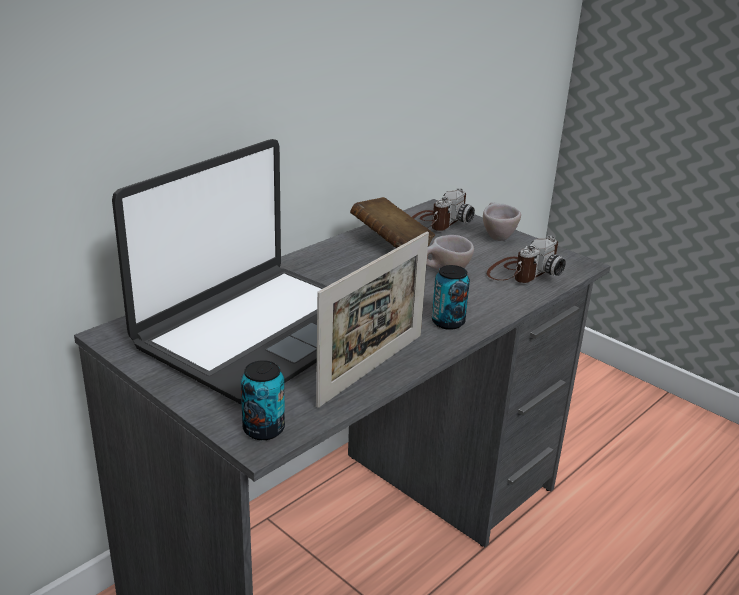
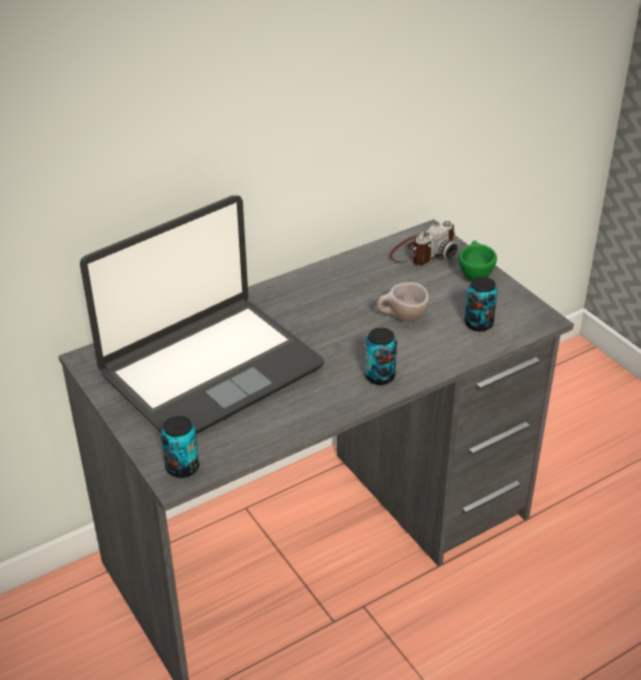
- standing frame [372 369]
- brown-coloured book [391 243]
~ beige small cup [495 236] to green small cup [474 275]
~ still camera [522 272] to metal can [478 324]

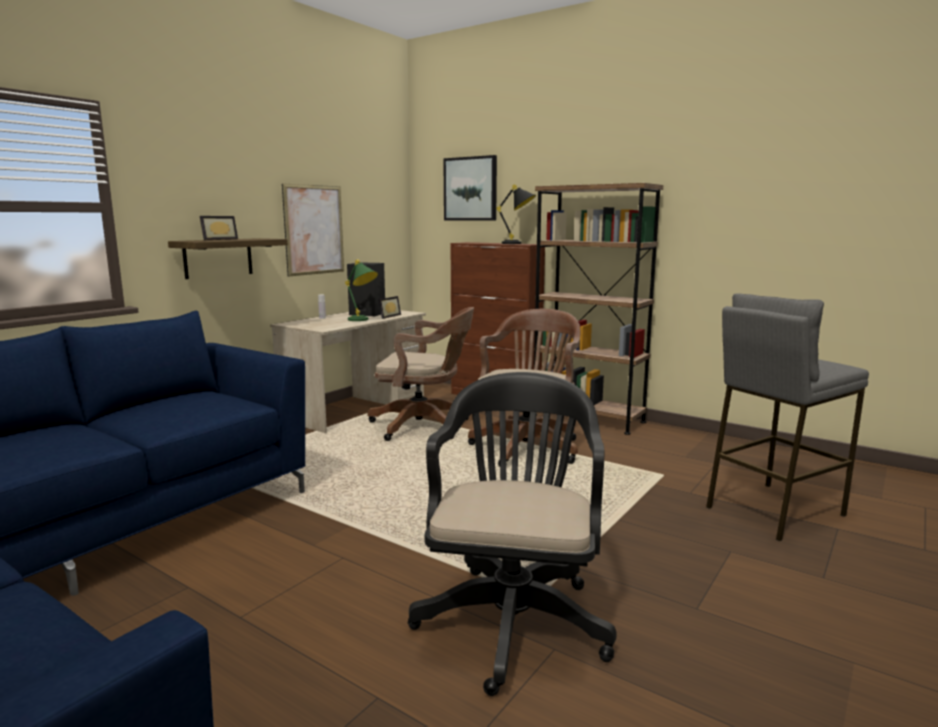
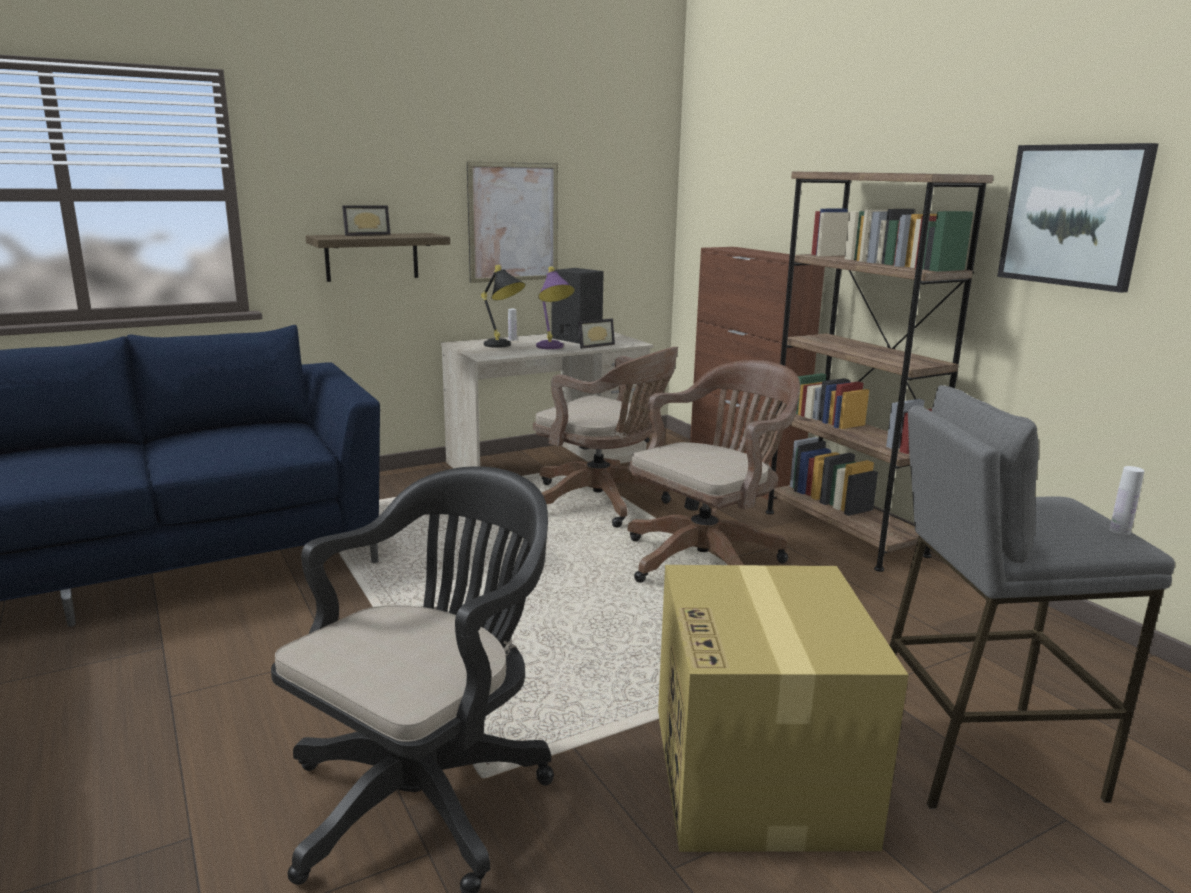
~ green lamp for a table [363 320] to purple lamp for a table [553 348]
~ wall art [470 189] to [1074 215]
~ blackish lamp for a table [518 243] to [503 346]
+ carton [759 776]
+ white-coloured bottle [1119 531]

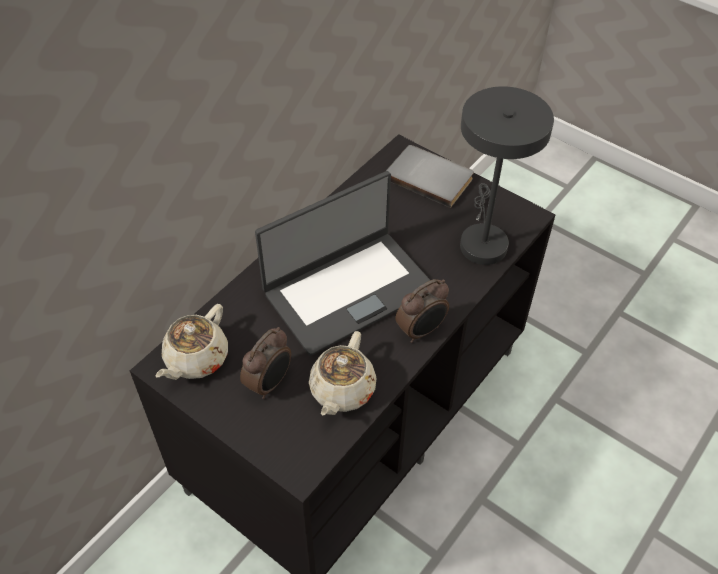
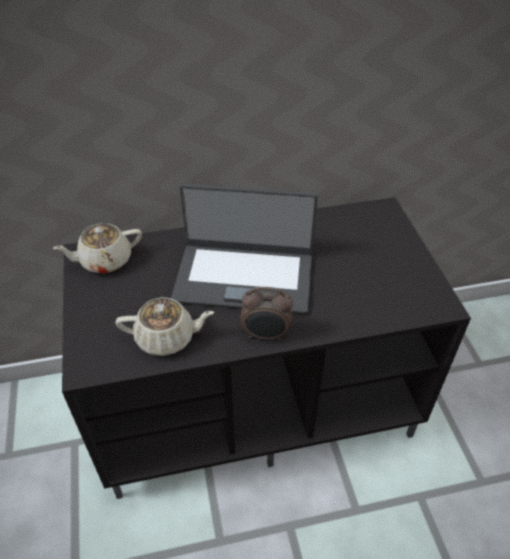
- table clock [270 383]
~ beige pot for tea [341 390] = [167 338] 150 degrees counterclockwise
- gray book [430 177]
- gray lamp for a table [482 240]

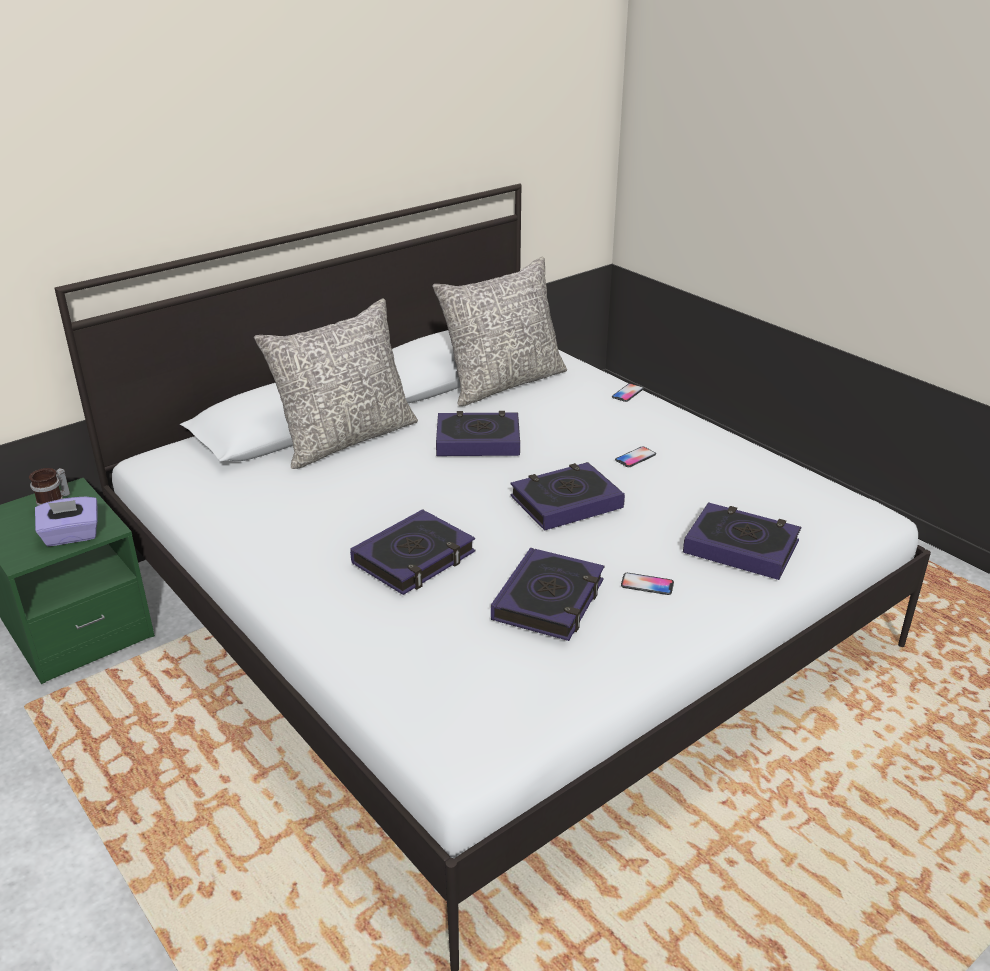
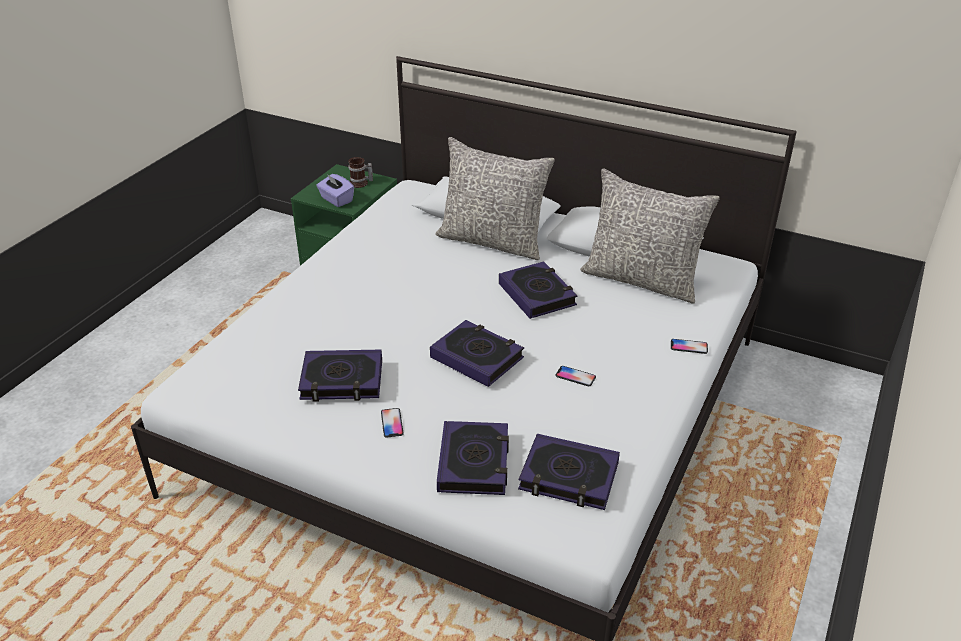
~ book [414 559] to [568 477]

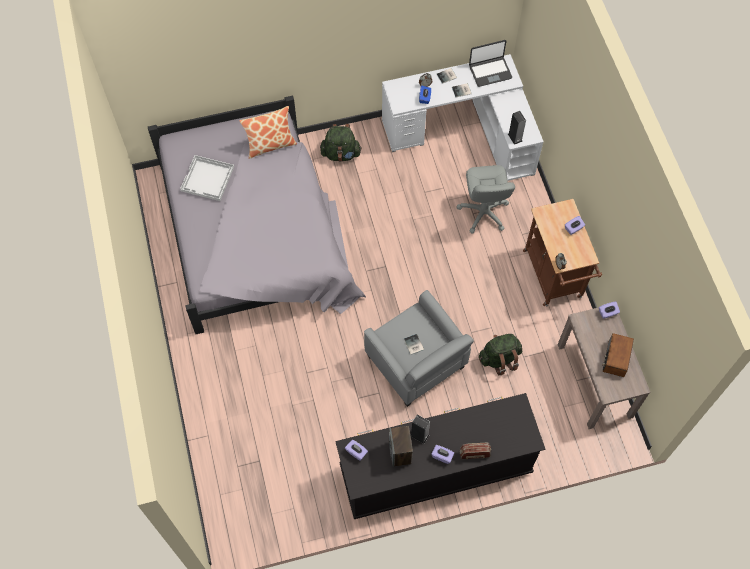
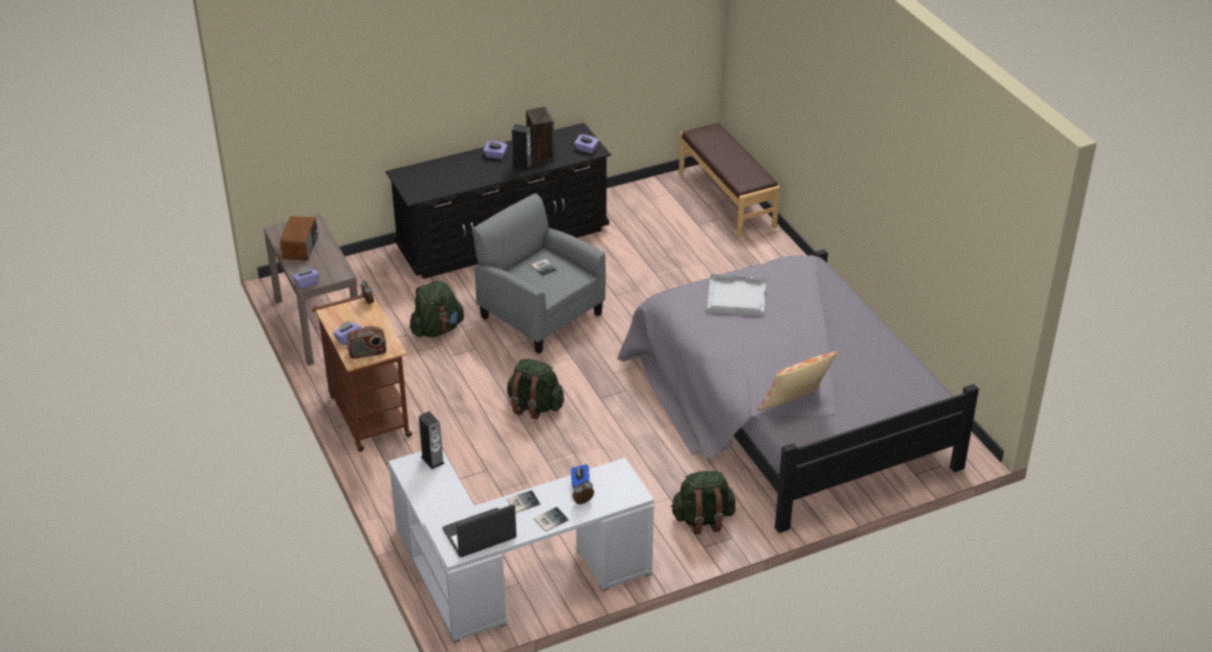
~ white-coloured tray [207 179] to [736 296]
- gray computer chair [483 212]
~ radio set [474 453] to [367 353]
+ green backpack [534 406]
+ brown-coloured long seat [727 198]

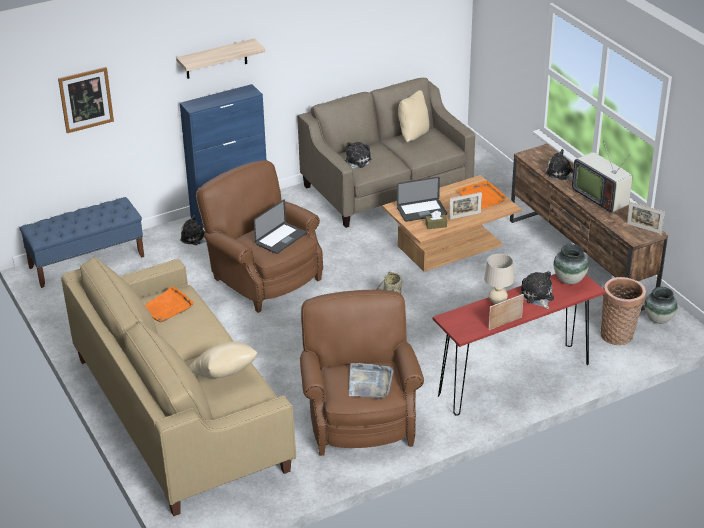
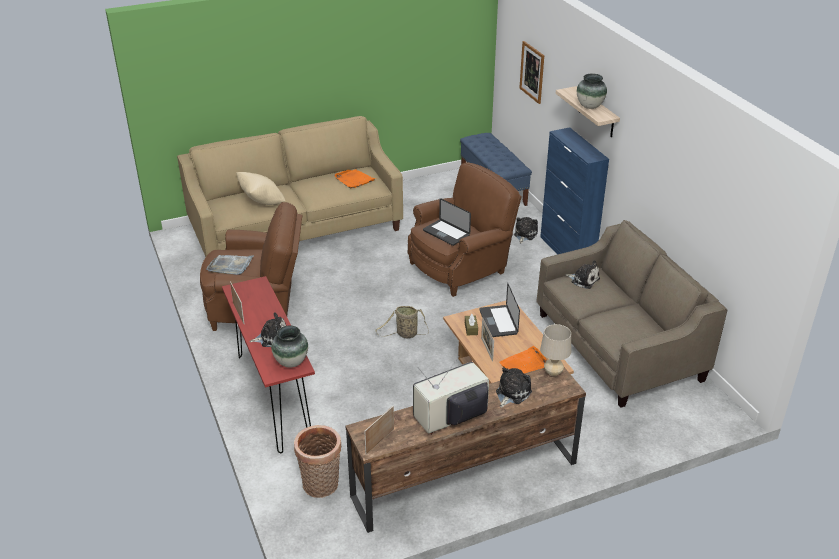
- beige throw pillow [412 136]
~ beige lamp for a table [497 301] to [553 372]
~ flower vase [658 320] to [589 106]

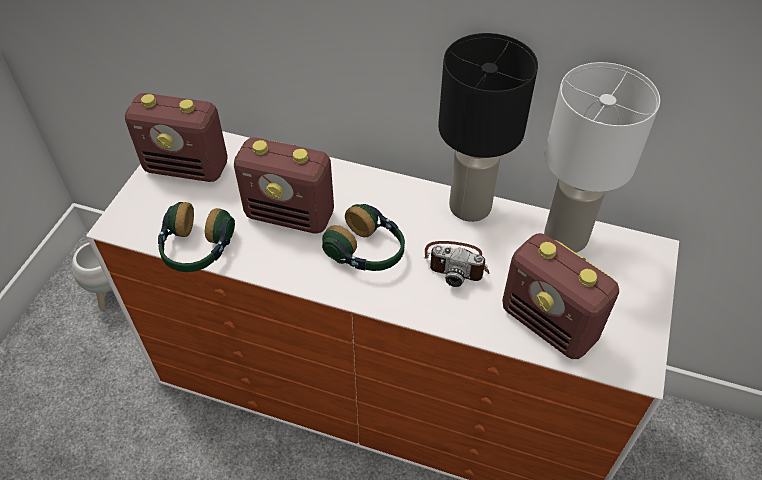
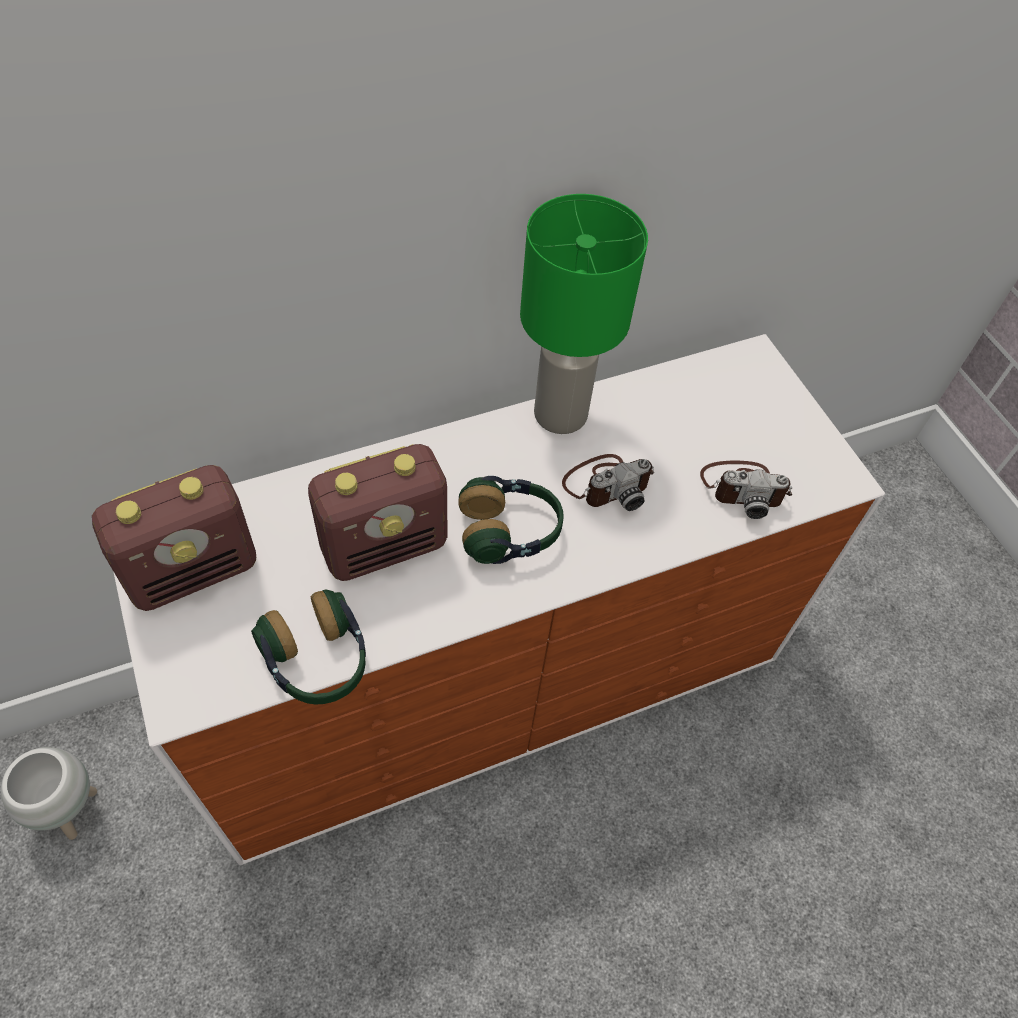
~ blackish lamp for a table [470 207] to green lamp for a table [562 415]
~ radio set [549 324] to still camera [743 488]
- white-coloured lamp for a table [564 237]

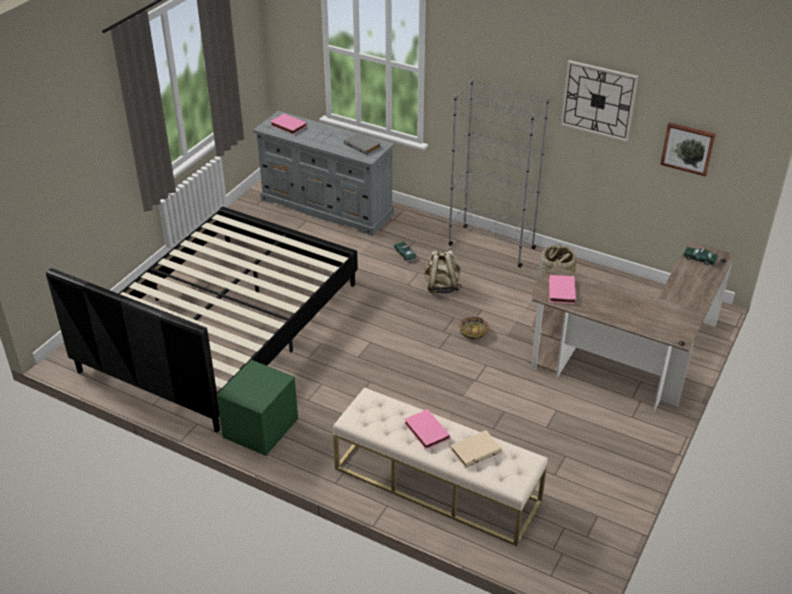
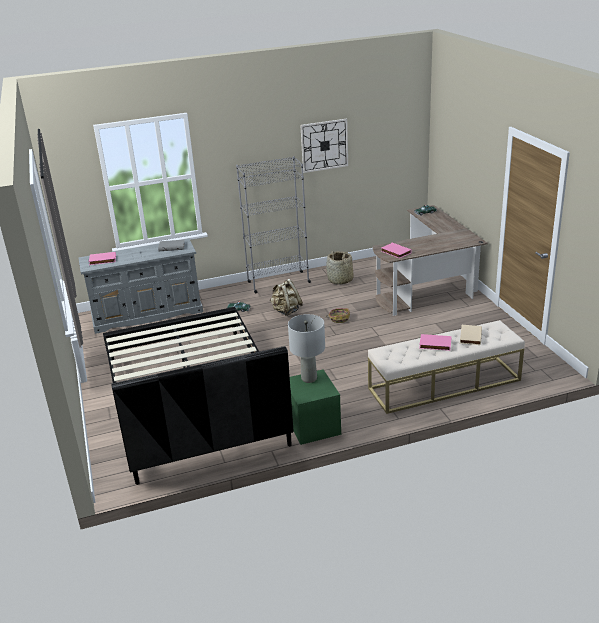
- wall art [688 148]
+ gray lamp for a table [309 379]

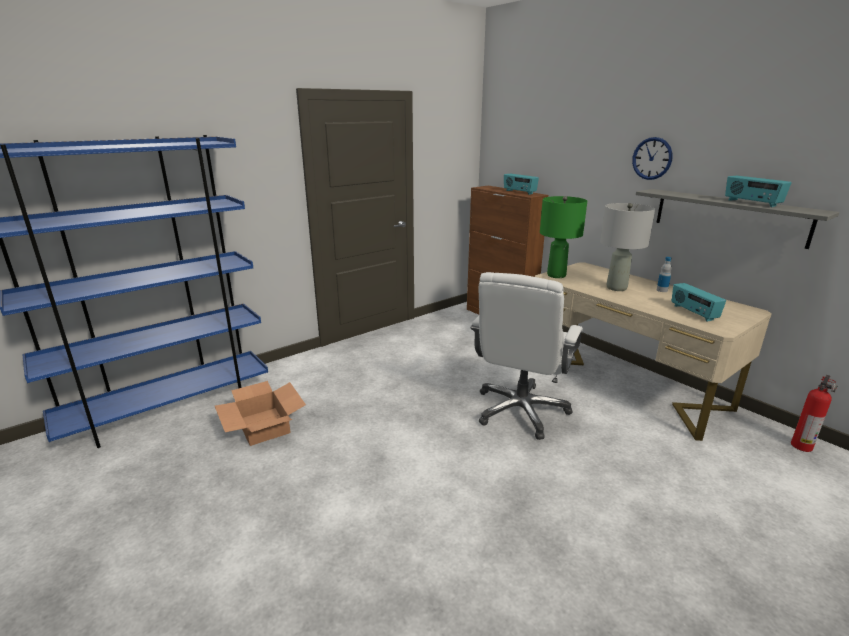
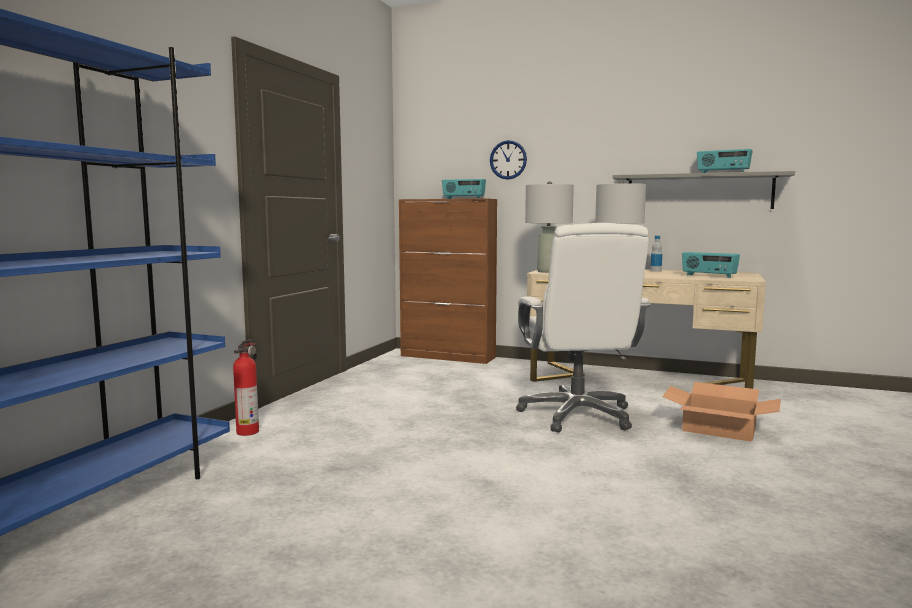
~ carton [263 426] to [719 428]
~ green lamp for a table [556 275] to gray lamp for a table [548 271]
~ wall clock [652 158] to [508 160]
~ extinguisher [802 445] to [248 431]

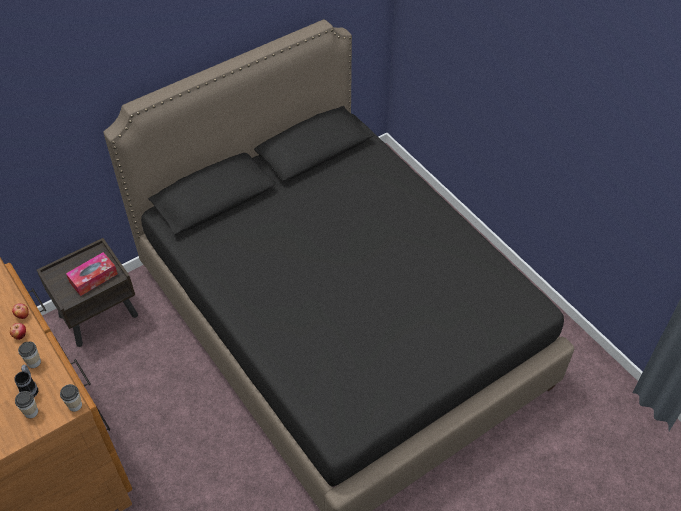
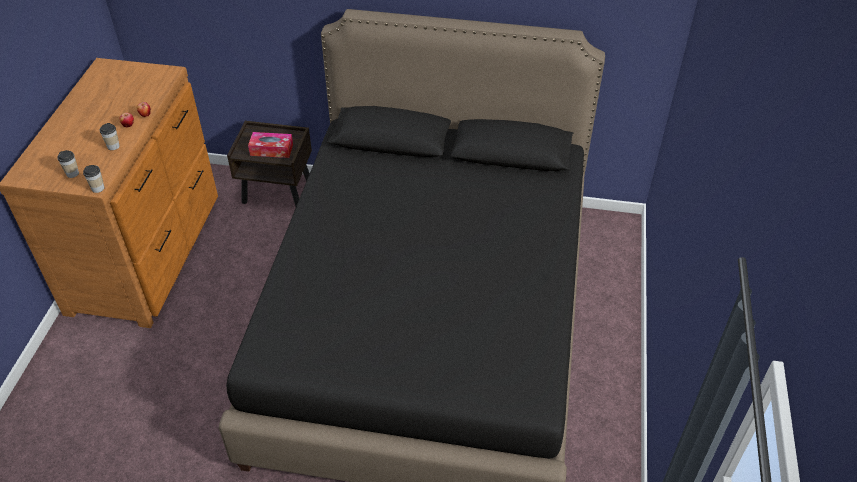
- coffee mug [30 389]

